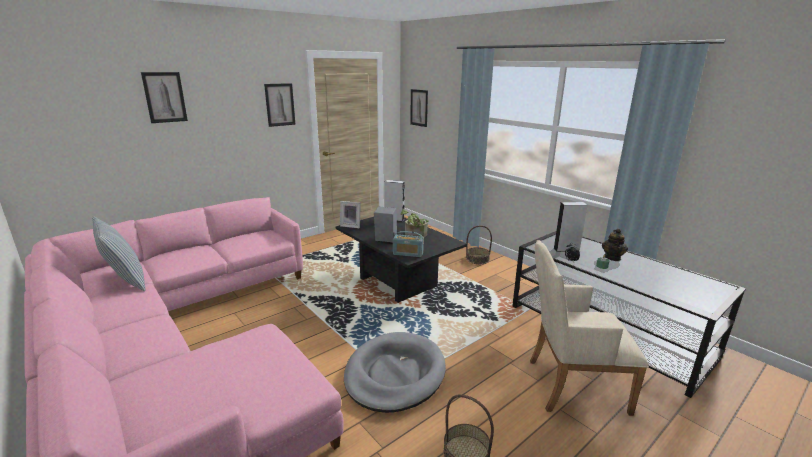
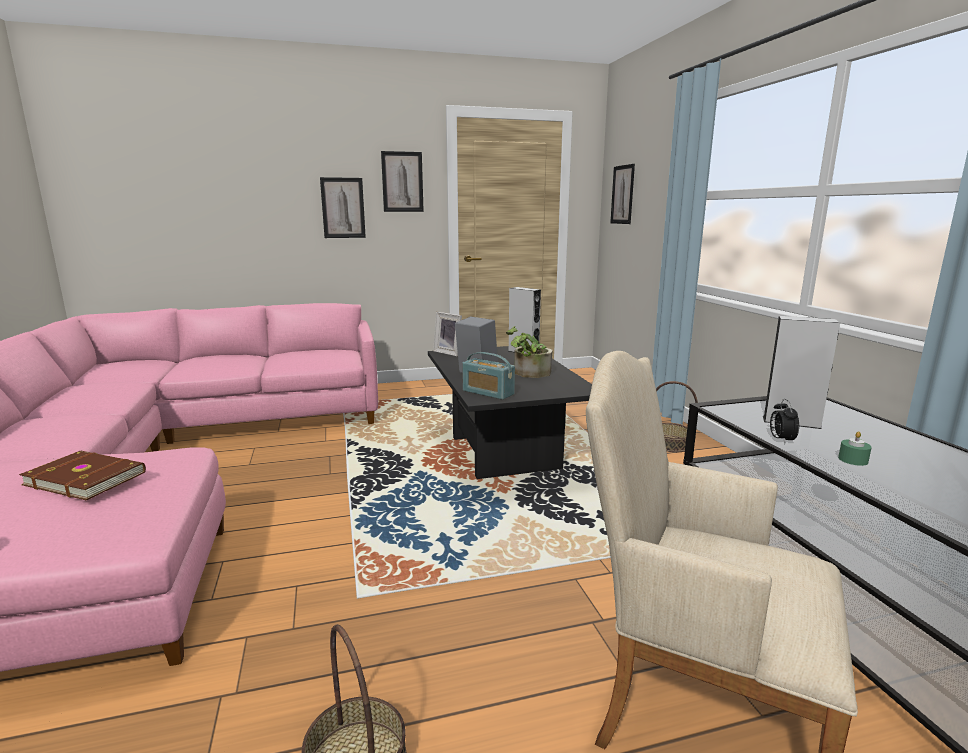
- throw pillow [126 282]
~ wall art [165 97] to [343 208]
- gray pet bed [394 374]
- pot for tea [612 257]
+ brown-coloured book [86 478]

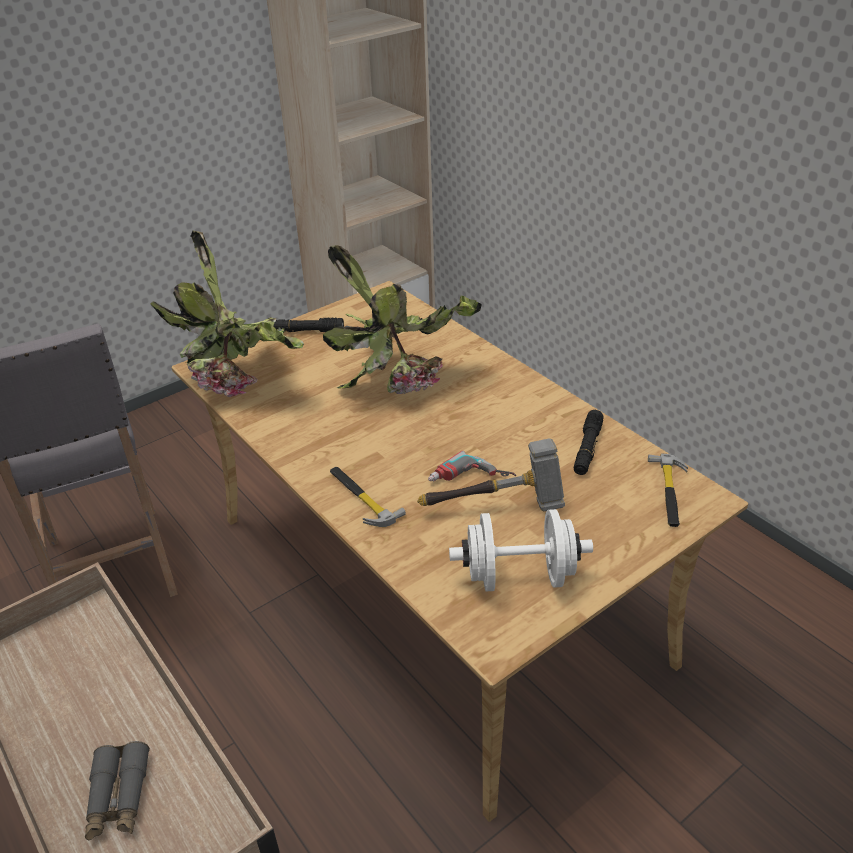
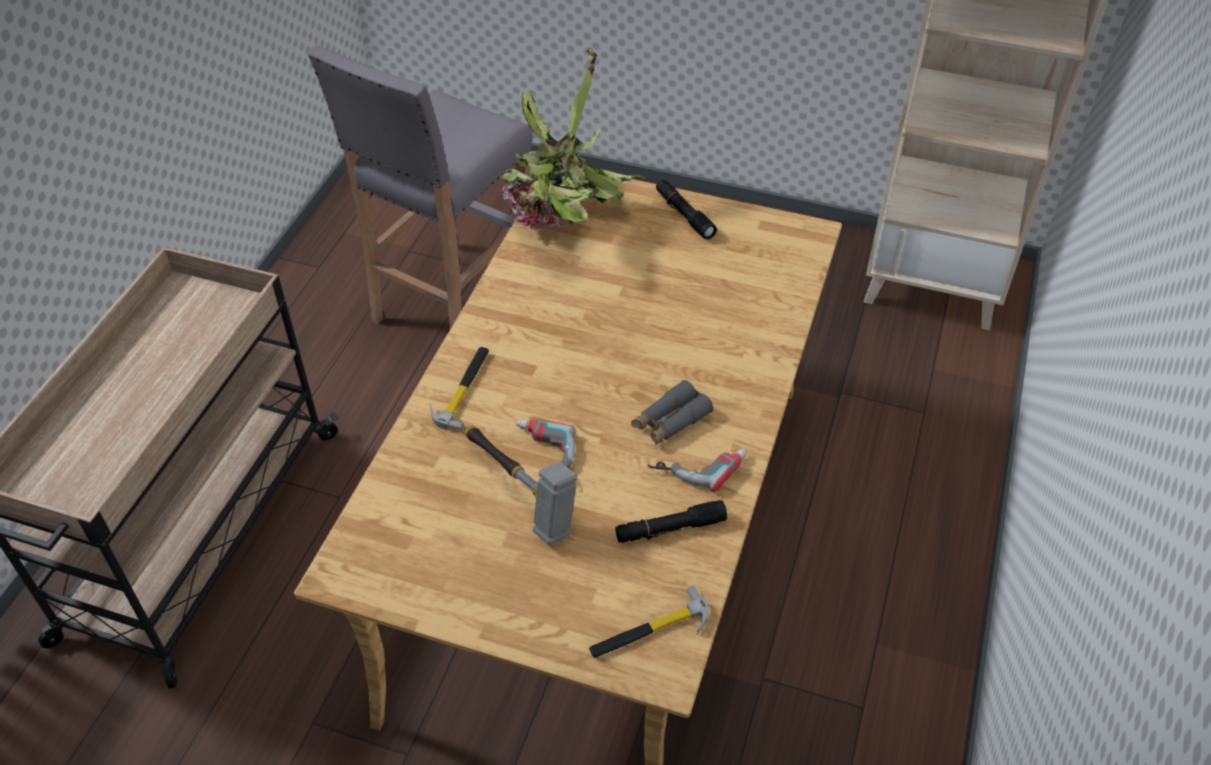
~ gray field glasses [119 797] to [670 421]
- plant in a pot [403 379]
- white-coloured dumbbell [519 576]
+ power drill [698 463]

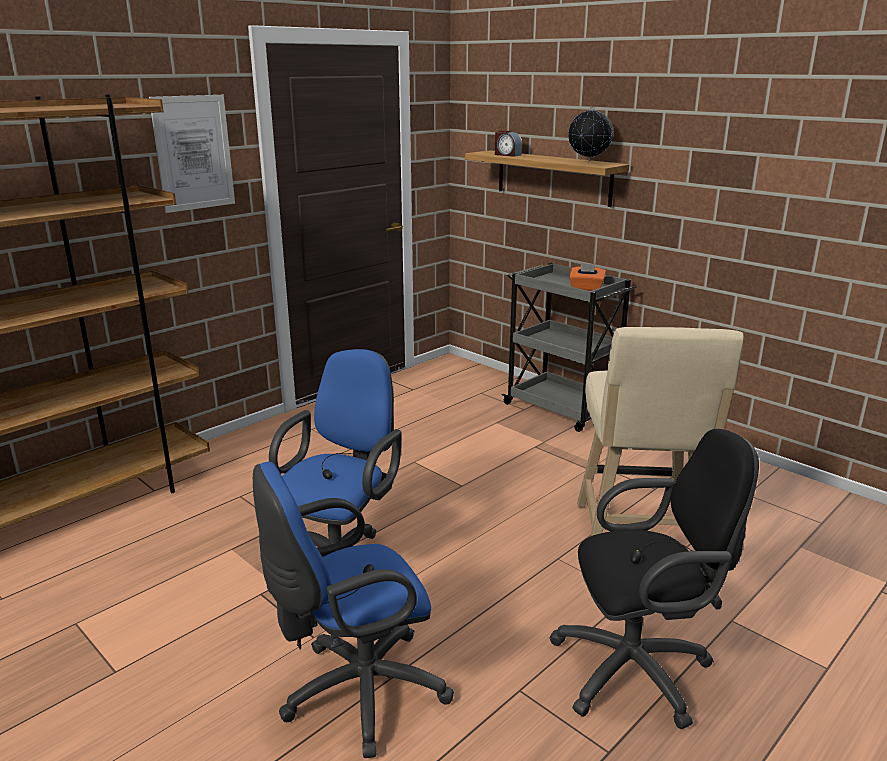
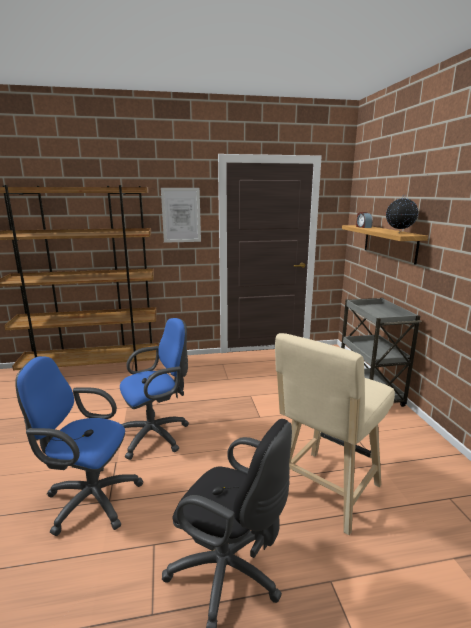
- orangey box of tissues [586 288]

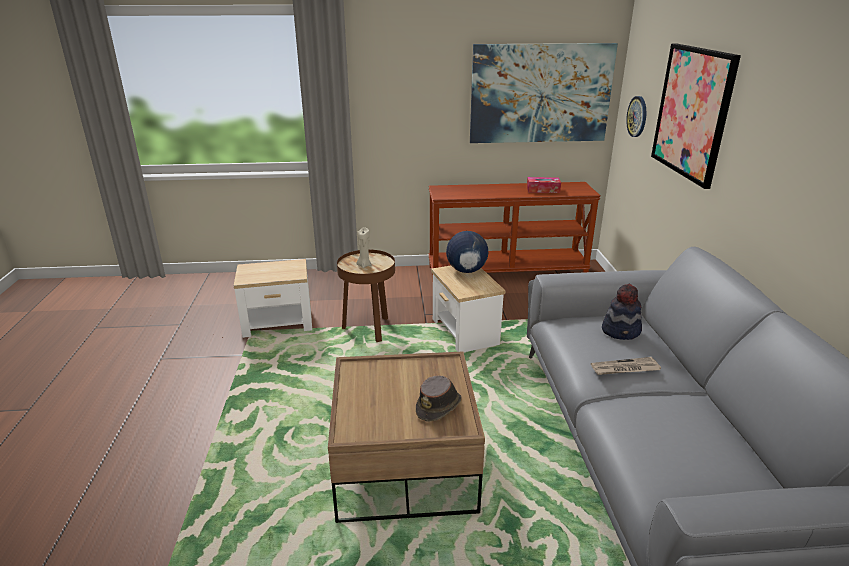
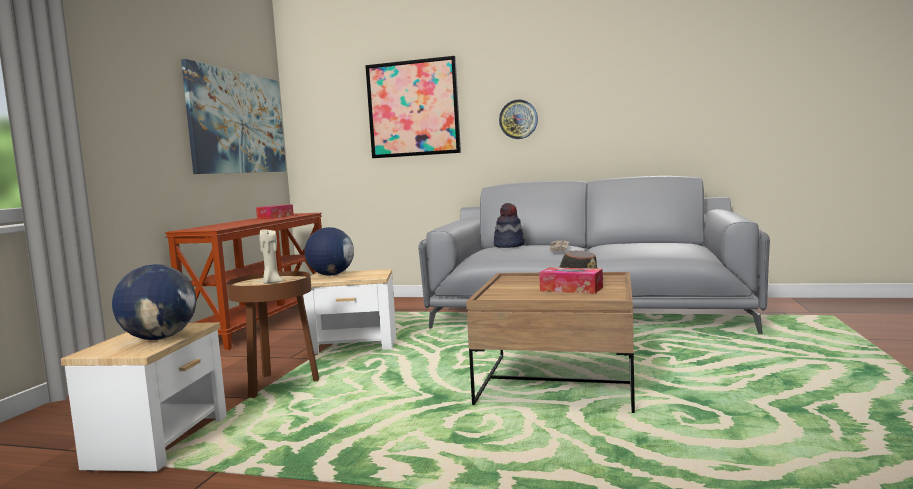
~ wall clock [637 116] to [518 119]
+ globe [160 338]
+ box of tissues [571 289]

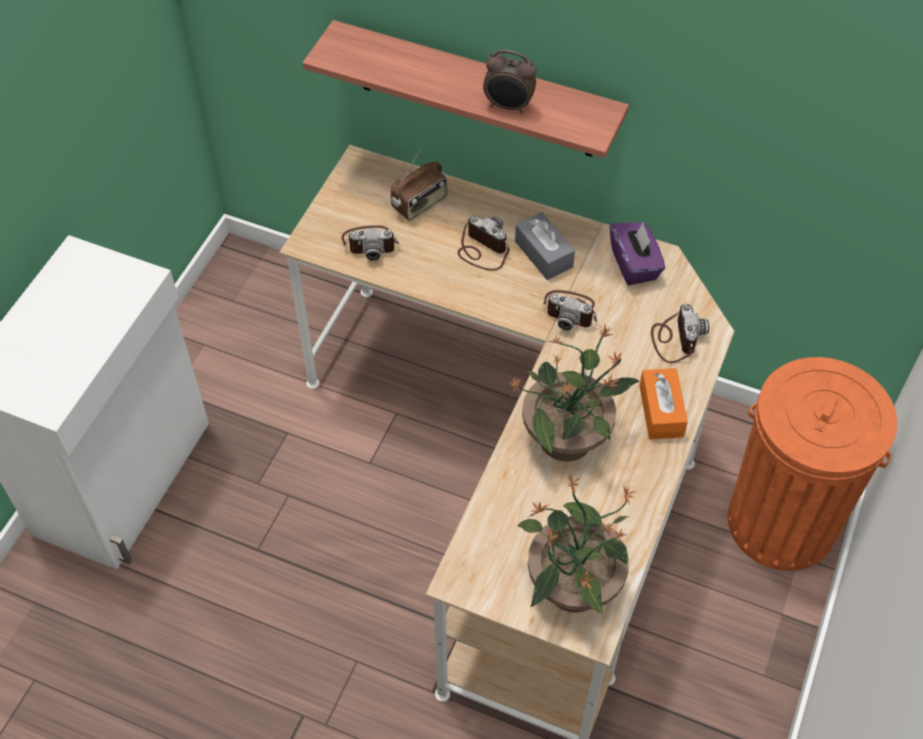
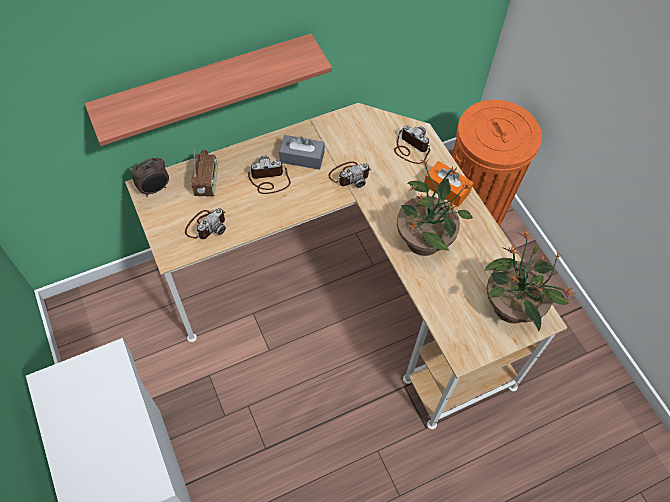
~ table clock [508 106] to [155 189]
- purple box of tissues [634 264]

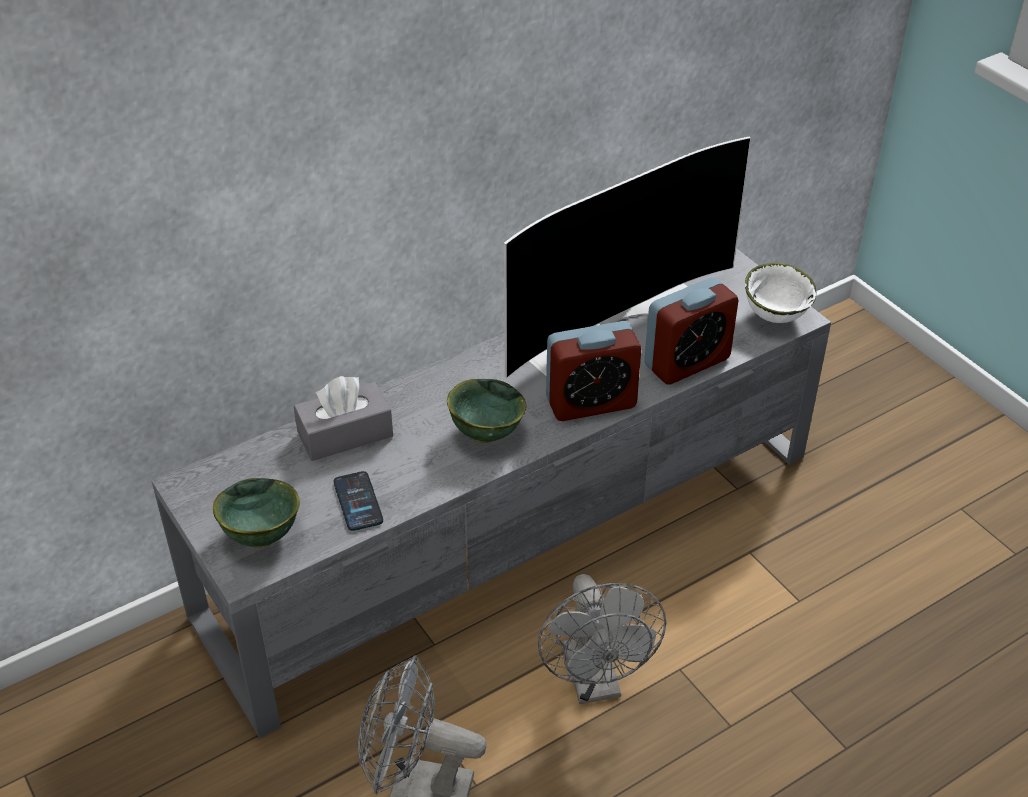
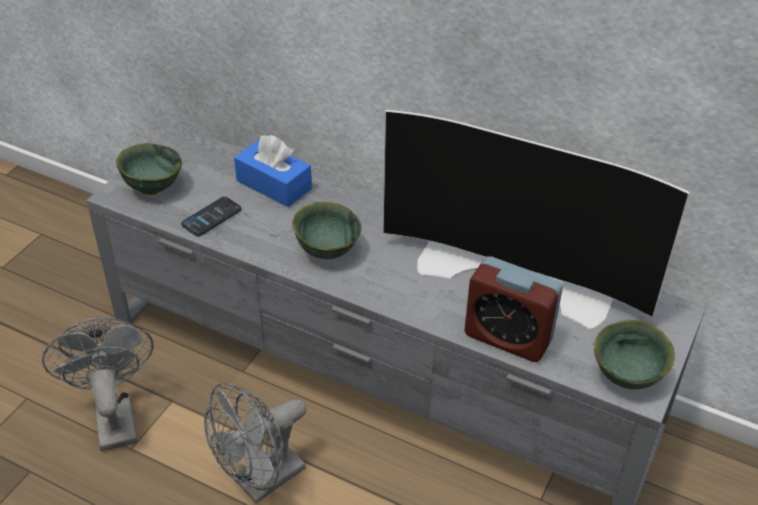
~ gray box of tissues [345 434] to blue box of tissues [274 185]
- table clock [591 402]
~ white-coloured serving bowl [775 316] to green serving bowl [628 377]

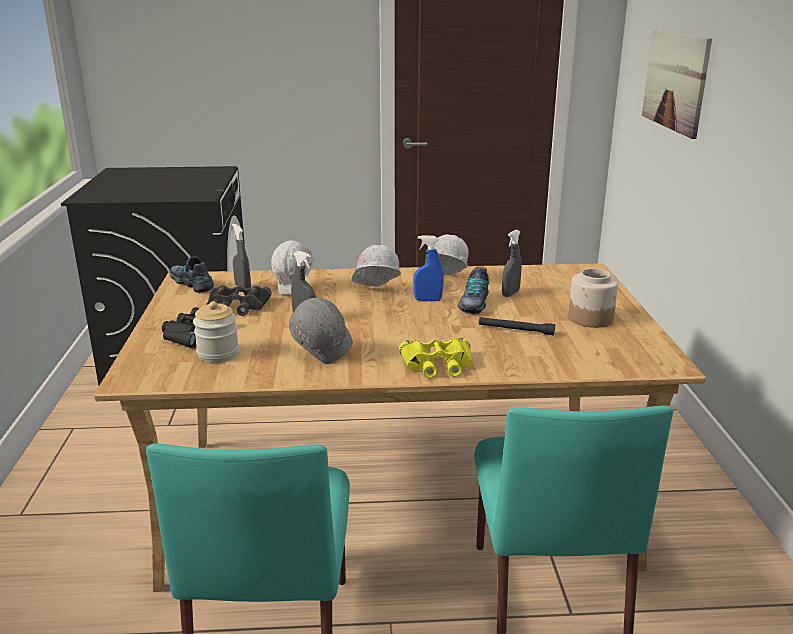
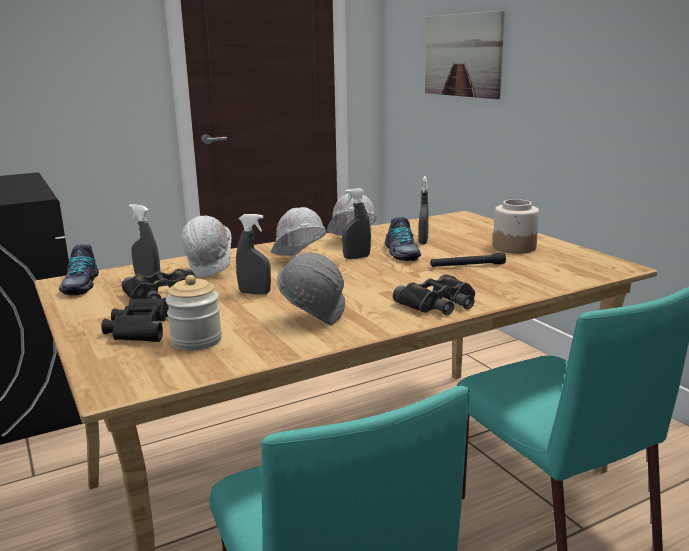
~ item of footwear [192 283] = [80 285] 120 degrees counterclockwise
~ yellow field glasses [437 364] to blackish field glasses [439 303]
~ blue hand sprayer [428 300] to gray hand sprayer [356 257]

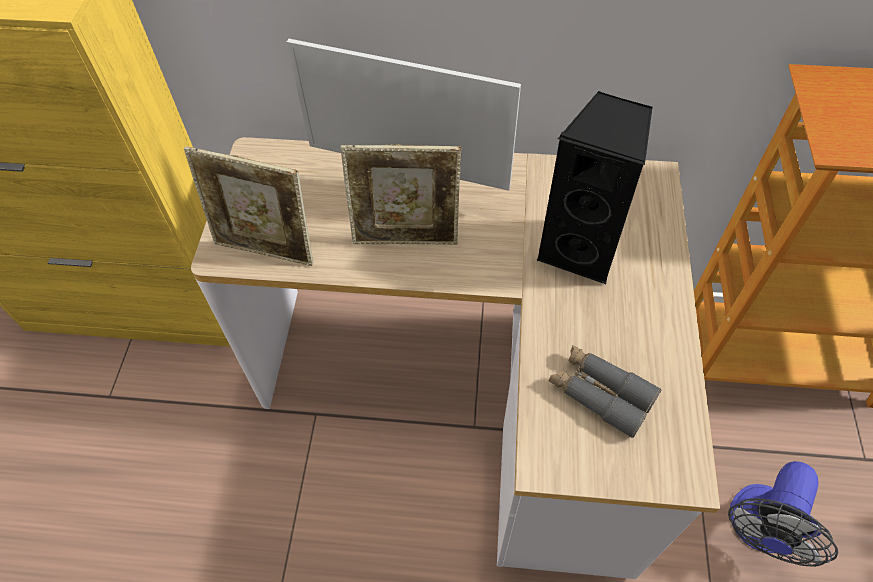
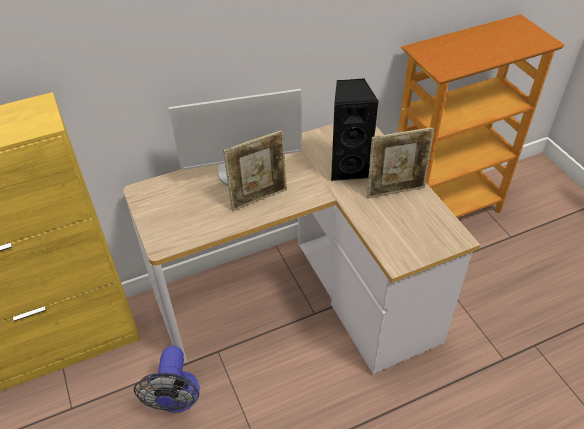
~ standing frame [266 250] to [395 190]
- gray field glasses [600 393]
~ cooling fan [759 530] to [177 400]

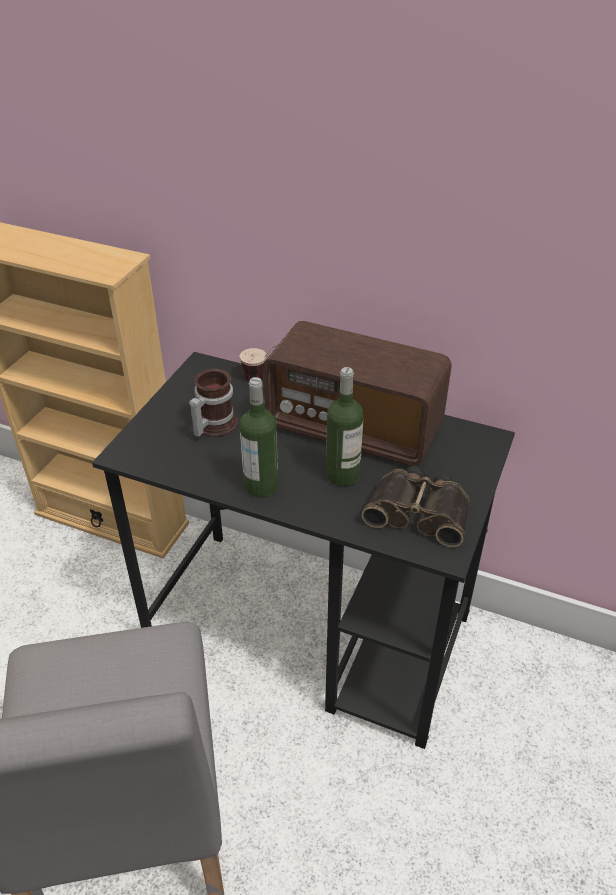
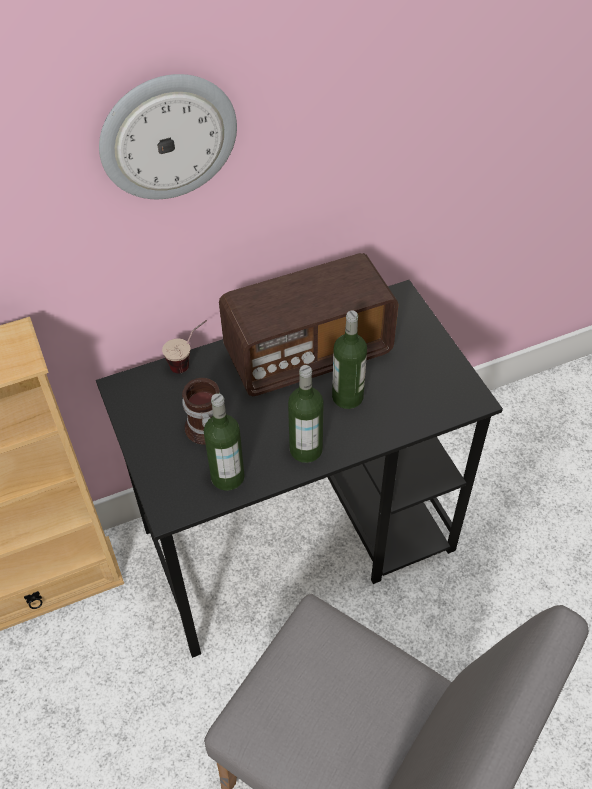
- field glasses [419 511]
+ wall clock [167 136]
+ bottle [227 477]

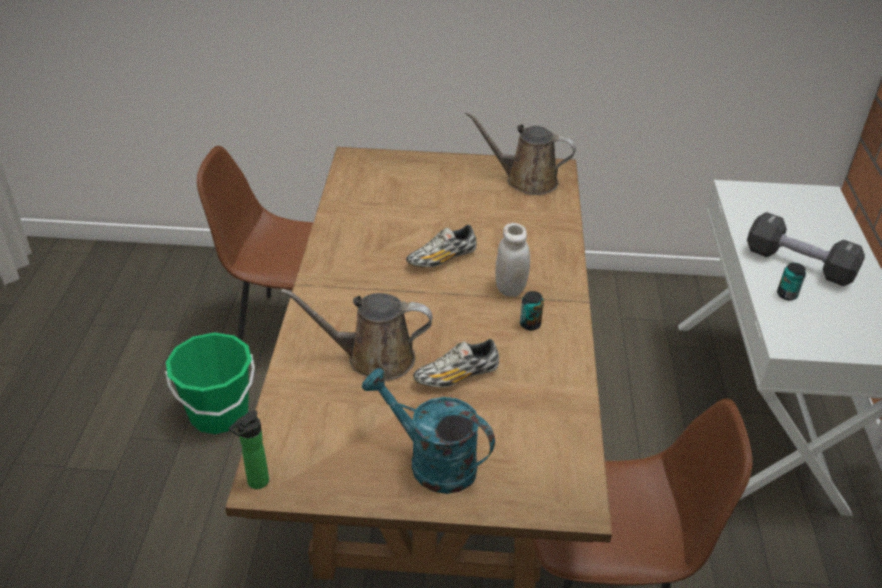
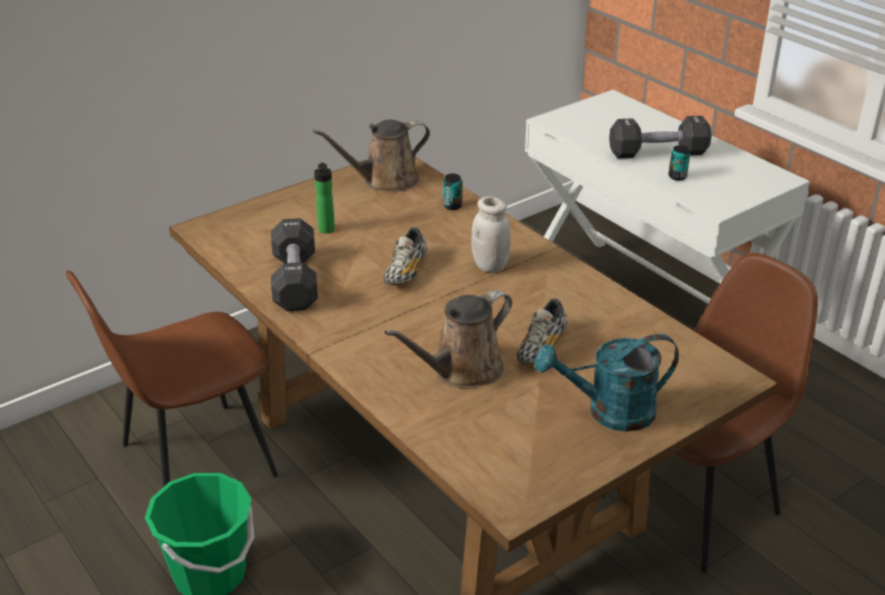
~ bottle [255 483] to [326 231]
~ metal can [530 324] to [452 206]
+ blackish dumbbell [295 281]

